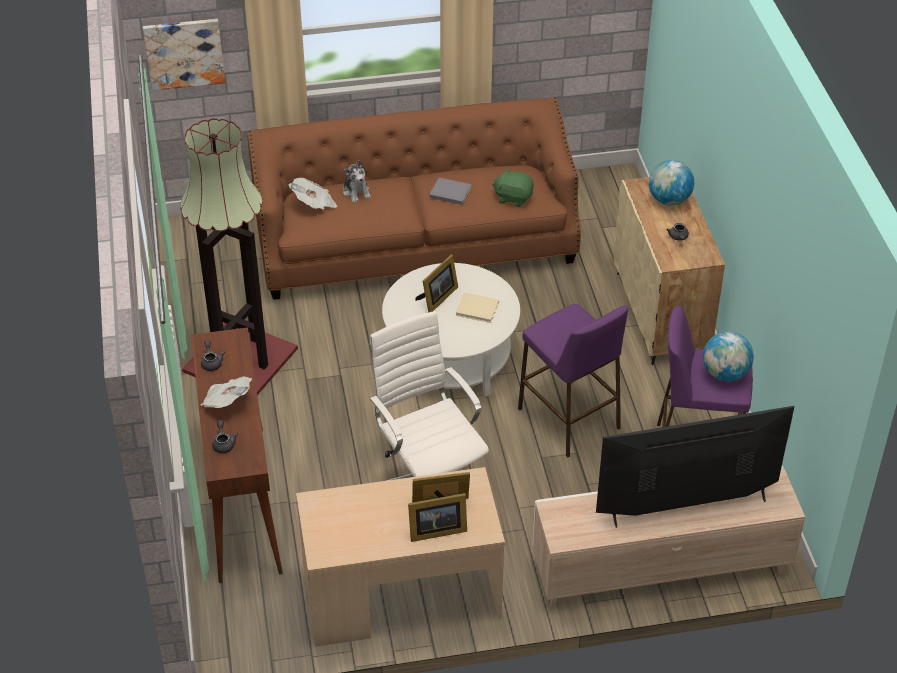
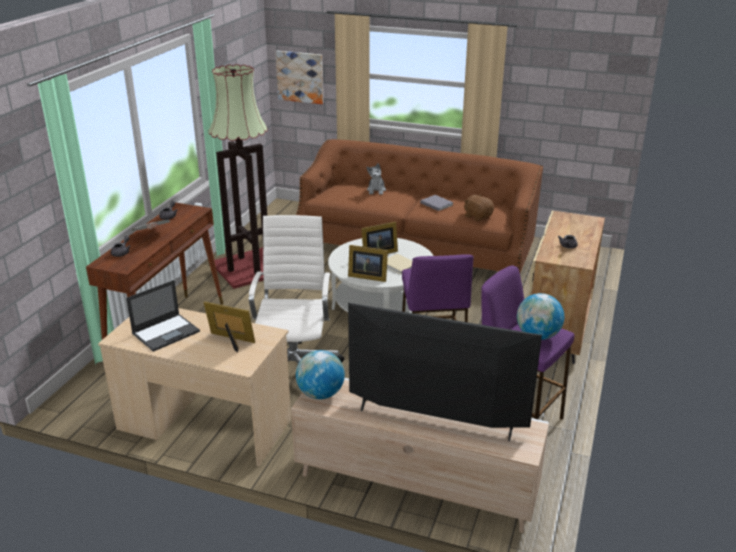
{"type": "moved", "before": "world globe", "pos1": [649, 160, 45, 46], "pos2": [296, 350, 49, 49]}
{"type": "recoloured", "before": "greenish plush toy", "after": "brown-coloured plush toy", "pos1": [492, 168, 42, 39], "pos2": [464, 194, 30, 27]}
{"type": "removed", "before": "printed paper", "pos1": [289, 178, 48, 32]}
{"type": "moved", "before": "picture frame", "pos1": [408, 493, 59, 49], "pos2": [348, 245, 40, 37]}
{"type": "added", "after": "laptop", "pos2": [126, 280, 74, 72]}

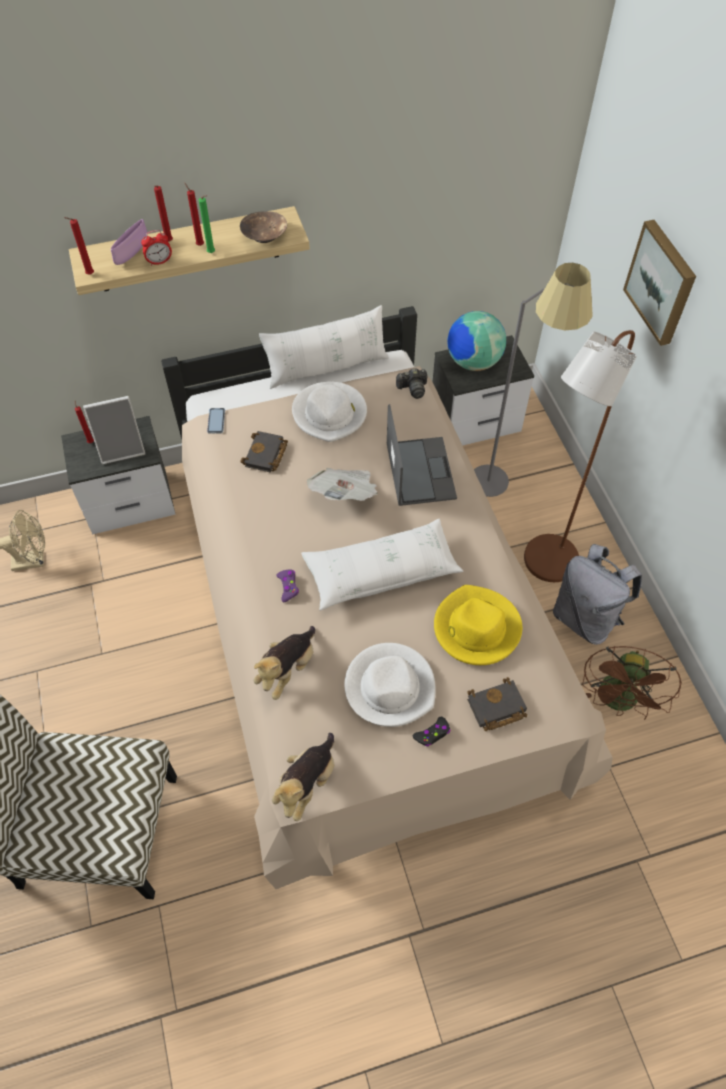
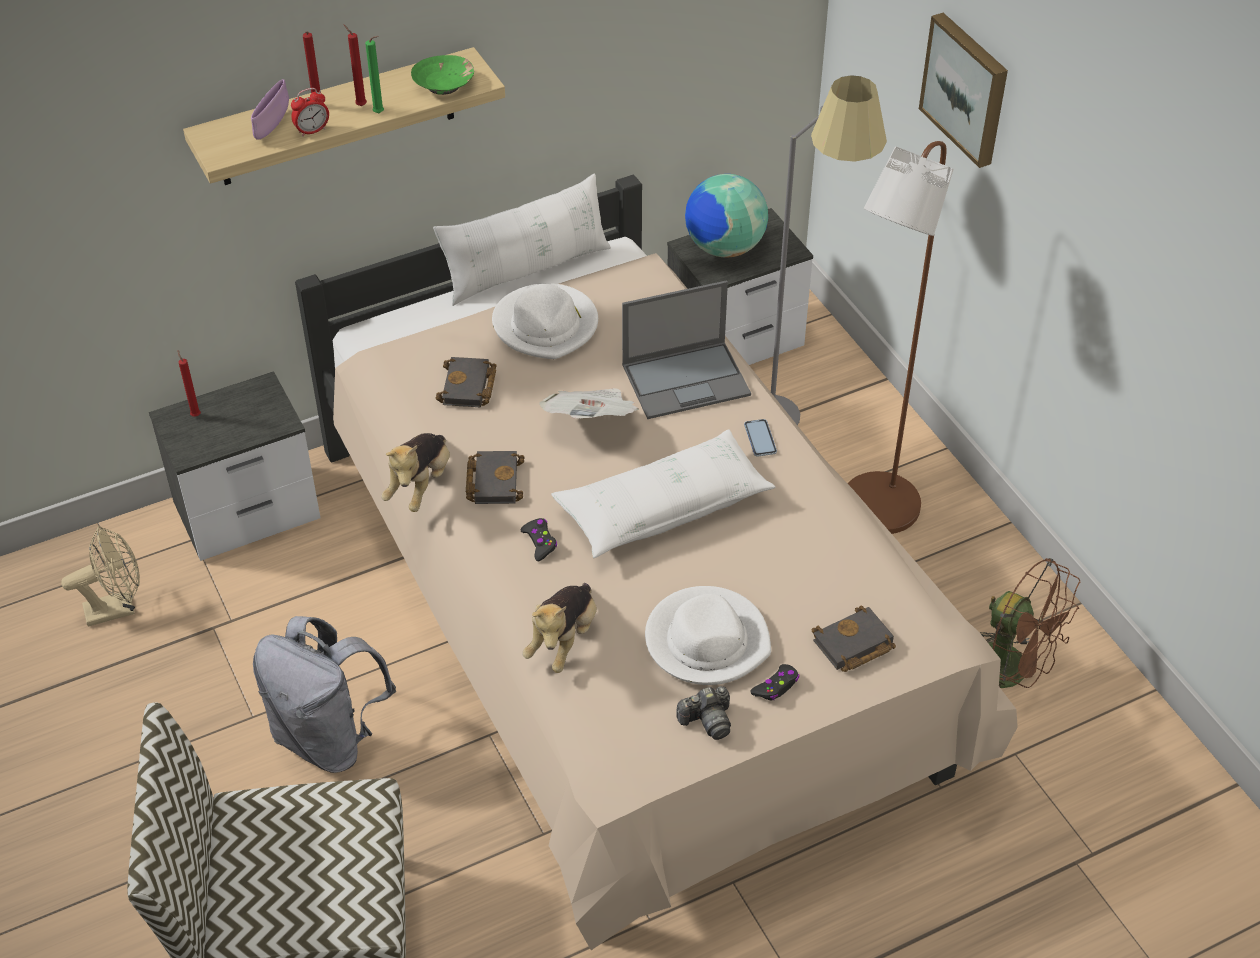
{"type": "recoloured", "before": "brown-coloured bowl", "after": "greenish bowl", "pos1": [240, 211, 47, 32], "pos2": [411, 55, 63, 40]}
{"type": "removed", "before": "reddish candle", "pos1": [64, 217, 30, 58]}
{"type": "moved", "before": "still camera", "pos1": [396, 368, 31, 31], "pos2": [676, 686, 55, 54]}
{"type": "removed", "before": "picture frame", "pos1": [83, 396, 62, 68]}
{"type": "turned", "before": "laptop", "pos1": [387, 404, 70, 102], "pos2": [622, 280, 129, 139], "turn": 90}
{"type": "moved", "before": "telephone", "pos1": [207, 408, 18, 26], "pos2": [744, 419, 33, 38]}
{"type": "moved", "before": "gray backpack", "pos1": [553, 544, 89, 101], "pos2": [253, 616, 143, 157]}
{"type": "recoloured", "before": "purplish game controller", "after": "black-coloured game controller", "pos1": [276, 569, 23, 33], "pos2": [520, 518, 37, 43]}
{"type": "removed", "before": "yellowish wearable hat", "pos1": [434, 585, 89, 80]}
{"type": "turned", "before": "brown-coloured cooling fan", "pos1": [582, 646, 99, 74], "pos2": [979, 558, 102, 130], "turn": -60}
{"type": "moved", "before": "plush toy", "pos1": [272, 733, 62, 88], "pos2": [381, 433, 69, 79]}
{"type": "added", "after": "black-coloured book", "pos2": [466, 451, 58, 53]}

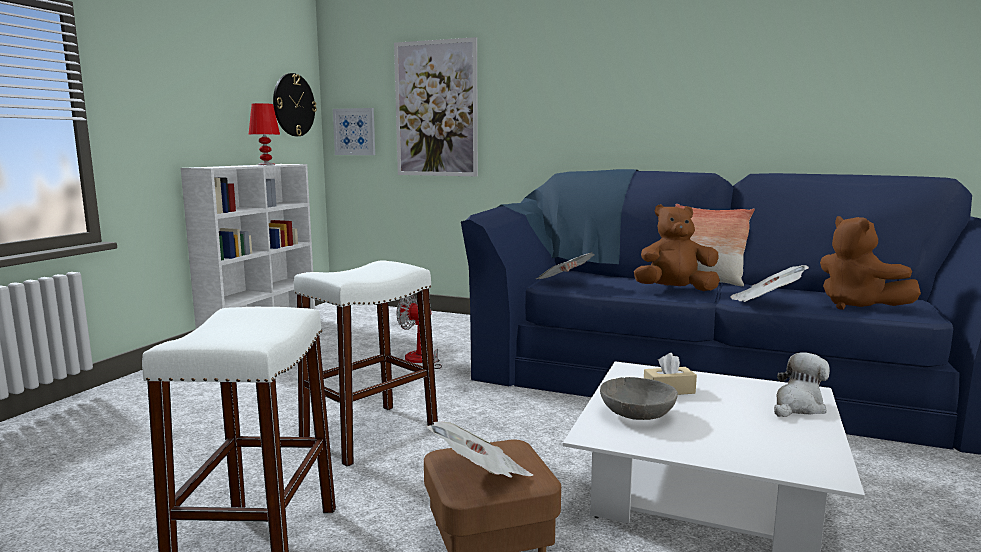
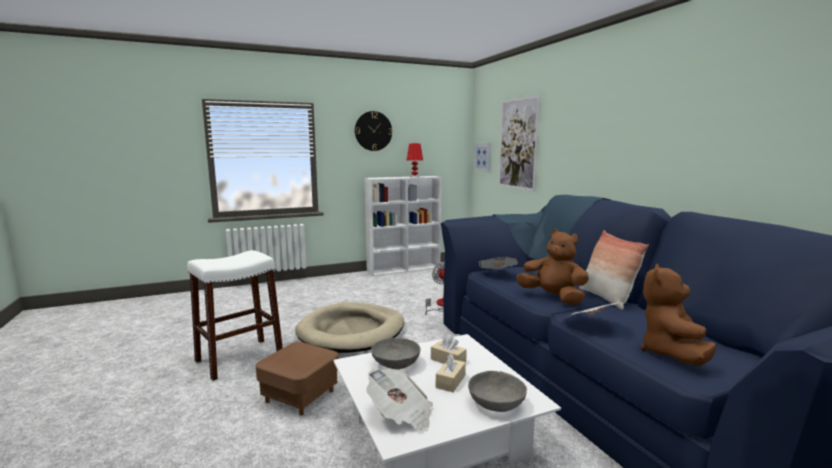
{"type": "moved", "before": "clock on the wall", "pos1": [273, 73, 44, 63], "pos2": [355, 111, 37, 40]}
{"type": "replaced", "before": "white-coloured sitting stool", "after": "sand-coloured dog cushion", "pos1": [294, 260, 144, 207], "pos2": [295, 302, 109, 51]}
{"type": "replaced", "before": "plush toy", "after": "gray bowl", "pos1": [774, 352, 56, 65], "pos2": [468, 371, 59, 41]}
{"type": "moved", "before": "printed paper", "pos1": [426, 422, 107, 56], "pos2": [366, 369, 67, 63]}
{"type": "added", "after": "sand-coloured tissue holder", "pos2": [436, 354, 30, 38]}

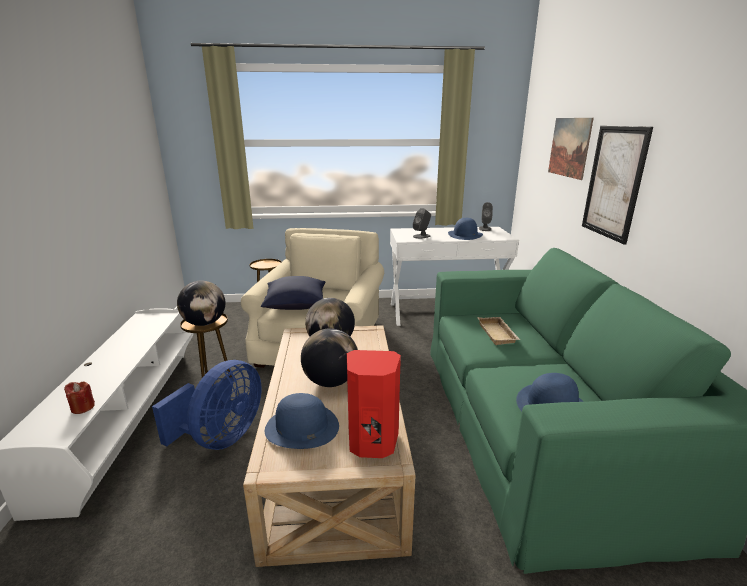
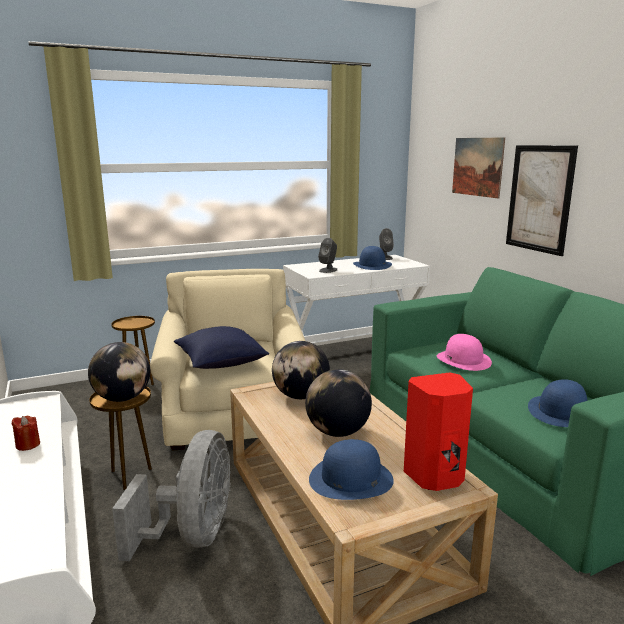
{"type": "replaced", "before": "sand-coloured serving tray", "after": "pinkish wearable hat", "pos1": [477, 317, 43, 28], "pos2": [437, 334, 55, 37]}
{"type": "recoloured", "before": "blue-coloured cooling fan", "after": "gray cooling fan", "pos1": [152, 360, 110, 90], "pos2": [112, 430, 119, 131]}
{"type": "moved", "before": "reddish candle", "pos1": [64, 381, 31, 33], "pos2": [12, 416, 28, 35]}

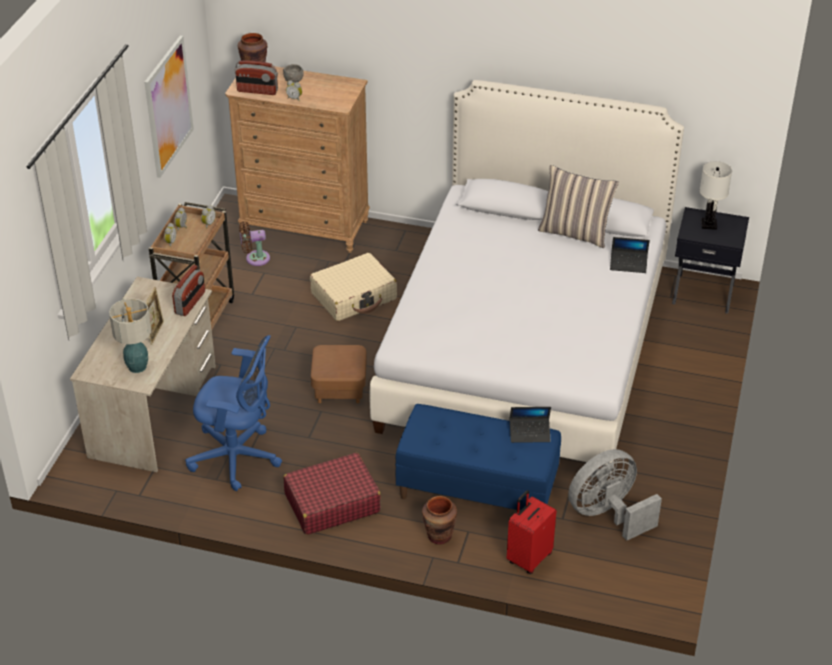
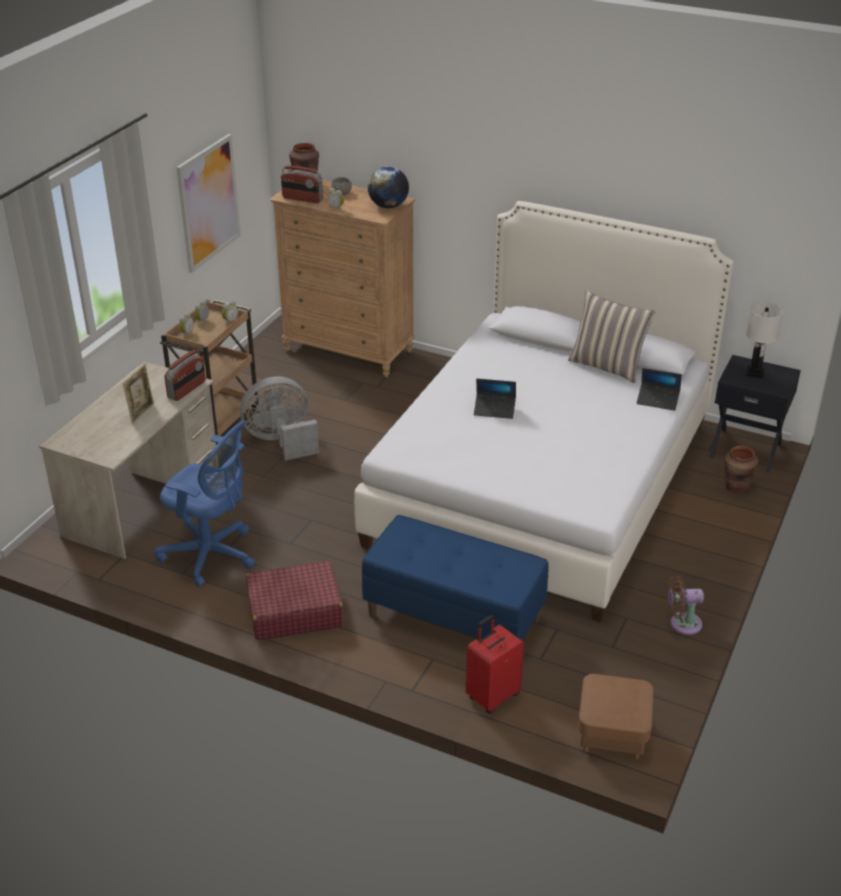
{"type": "moved", "before": "brown-coloured cooling fan", "pos1": [239, 221, 31, 45], "pos2": [667, 575, 37, 60]}
{"type": "removed", "before": "sand-coloured travel case", "pos1": [310, 253, 87, 68]}
{"type": "removed", "before": "tabletop lamp", "pos1": [109, 298, 42, 75]}
{"type": "moved", "before": "brown-coloured footrest", "pos1": [311, 345, 56, 59], "pos2": [578, 674, 76, 85]}
{"type": "moved", "before": "laptop", "pos1": [510, 407, 41, 36], "pos2": [474, 379, 42, 40]}
{"type": "moved", "before": "gray cooling fan", "pos1": [568, 449, 94, 92], "pos2": [240, 376, 79, 85]}
{"type": "moved", "before": "brown-coloured vase", "pos1": [422, 496, 35, 49], "pos2": [724, 446, 34, 48]}
{"type": "added", "after": "world globe", "pos2": [368, 166, 41, 42]}

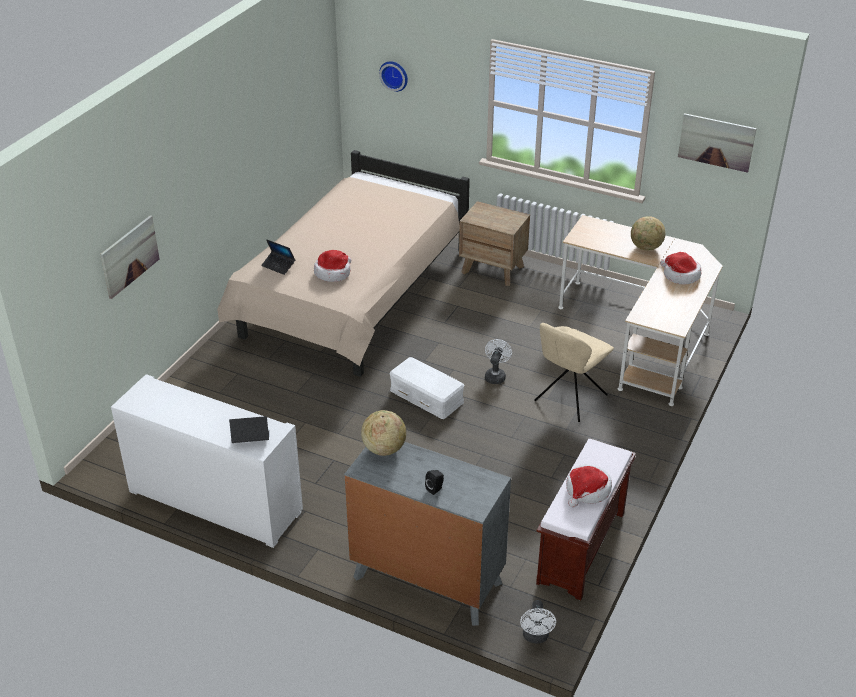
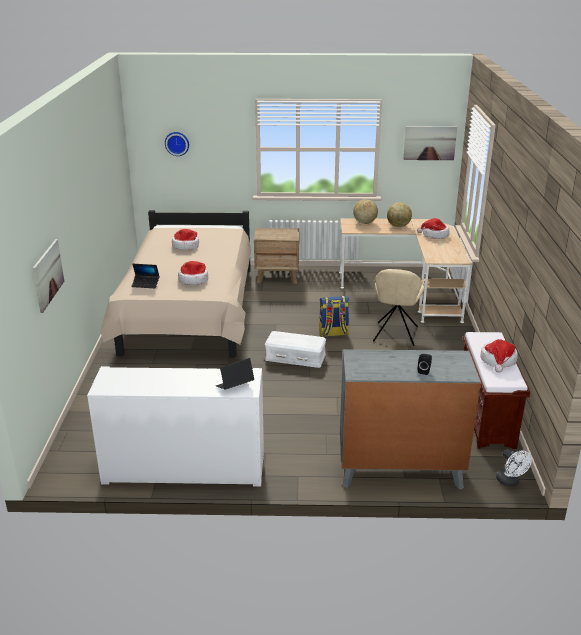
{"type": "replaced", "before": "white-coloured cooling fan", "after": "backpack", "pos1": [485, 339, 27, 45], "pos2": [319, 296, 31, 41]}
{"type": "moved", "before": "world globe", "pos1": [361, 410, 45, 46], "pos2": [353, 199, 25, 25]}
{"type": "added", "after": "wearable hat", "pos2": [172, 229, 27, 21]}

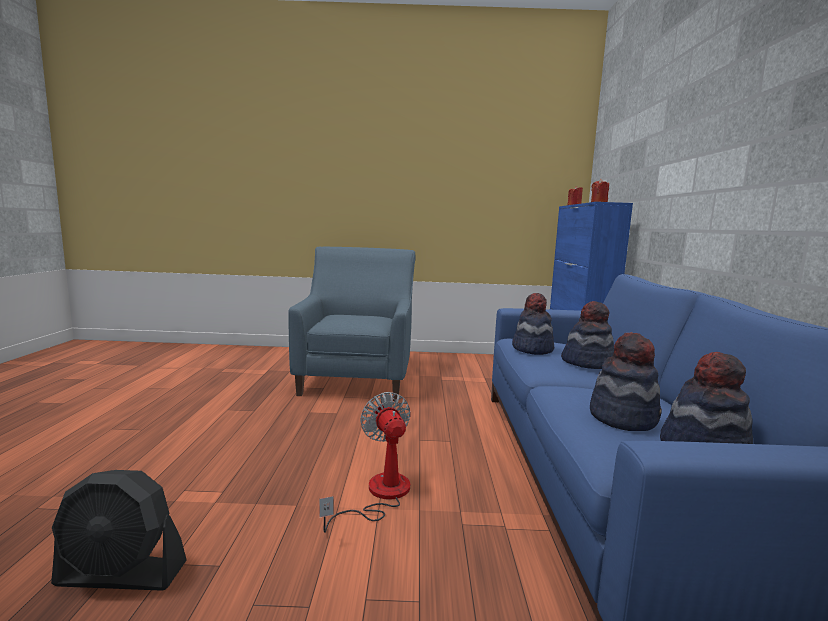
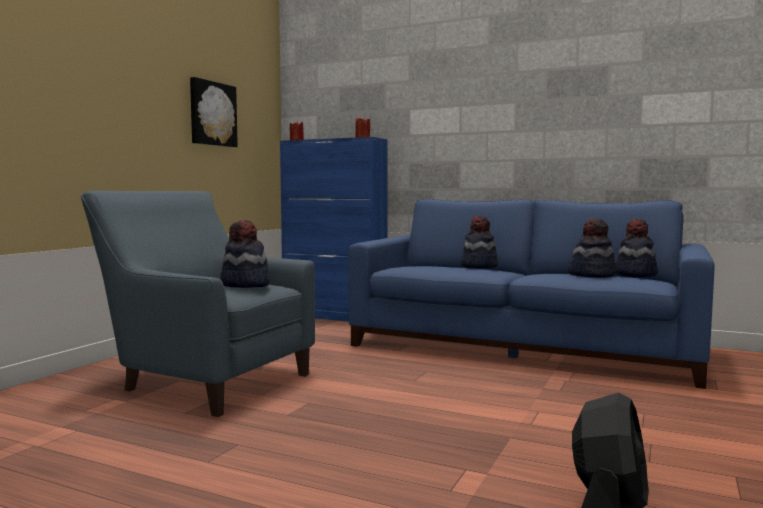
{"type": "moved", "before": "wearable hat", "pos1": [512, 293, 42, 62], "pos2": [221, 220, 49, 68]}
{"type": "removed", "before": "cooling fan", "pos1": [319, 392, 92, 141]}
{"type": "added", "after": "wall art", "pos2": [190, 77, 48, 70]}

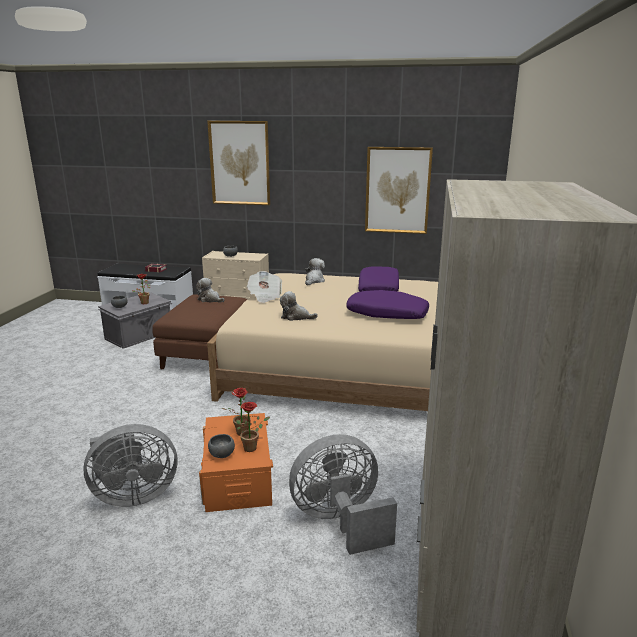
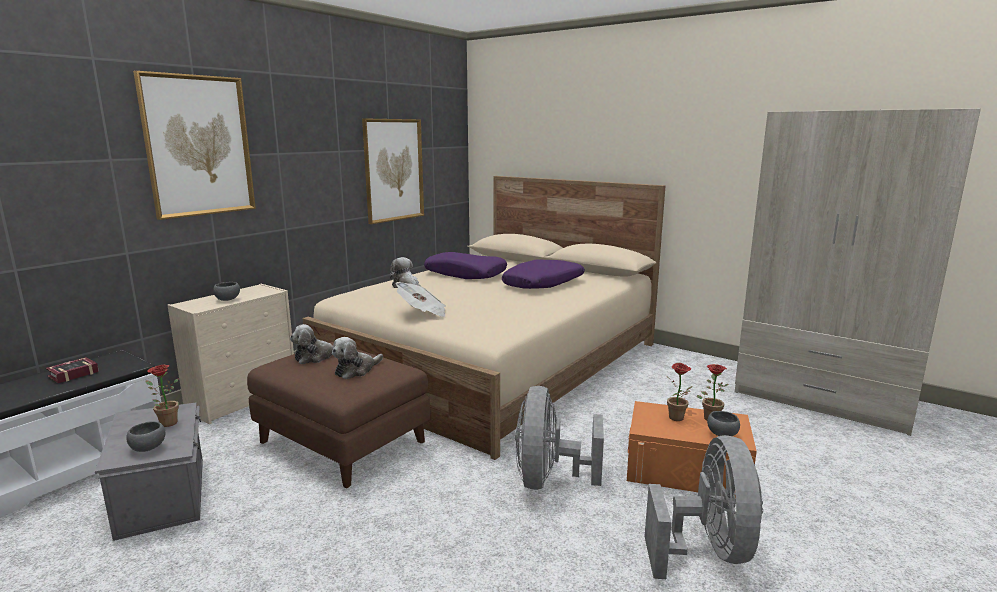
{"type": "moved", "before": "plush toy", "pos1": [280, 291, 38, 30], "pos2": [332, 337, 51, 42]}
{"type": "moved", "before": "gray cooling fan", "pos1": [289, 434, 108, 121], "pos2": [515, 386, 89, 104]}

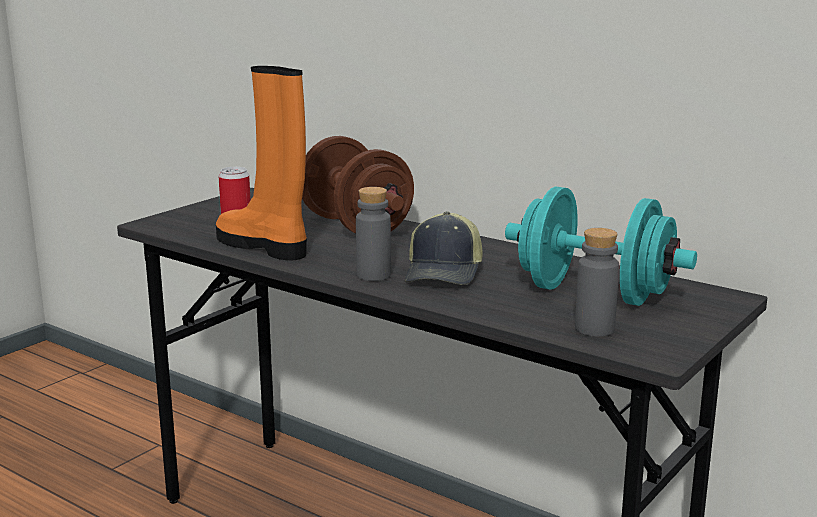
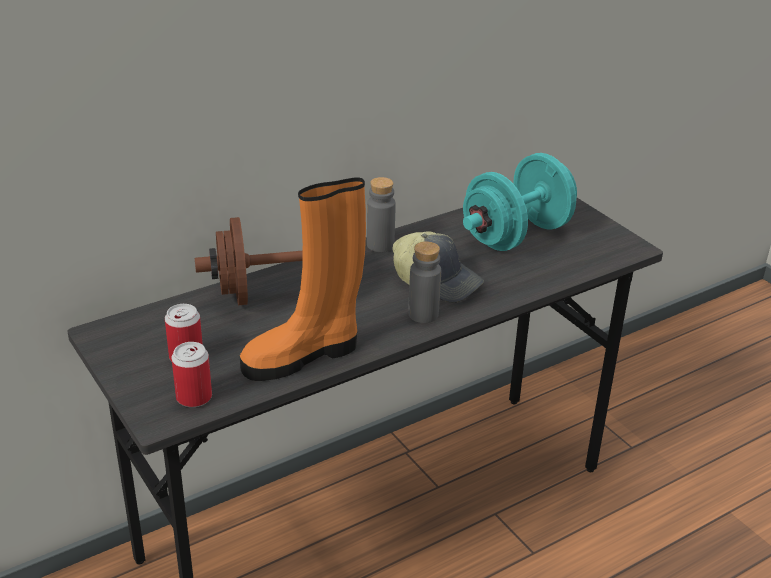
{"type": "moved", "before": "gray drink bottle", "pos1": [575, 228, 44, 109], "pos2": [367, 177, 29, 75]}
{"type": "added", "after": "can", "pos2": [172, 342, 40, 65]}

